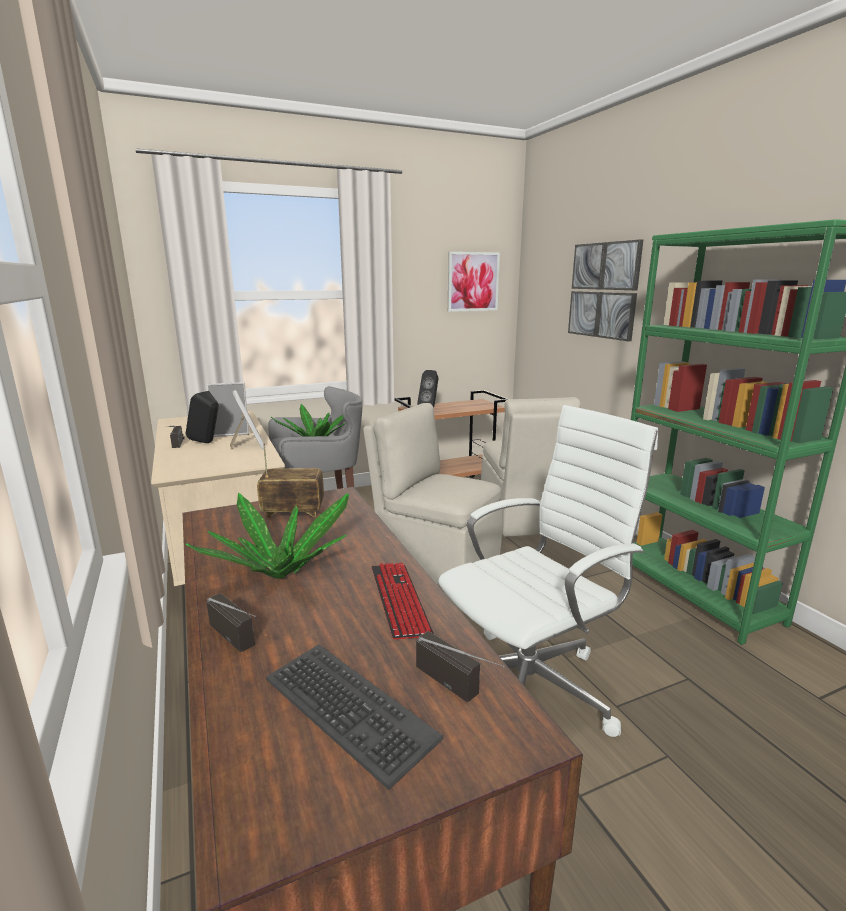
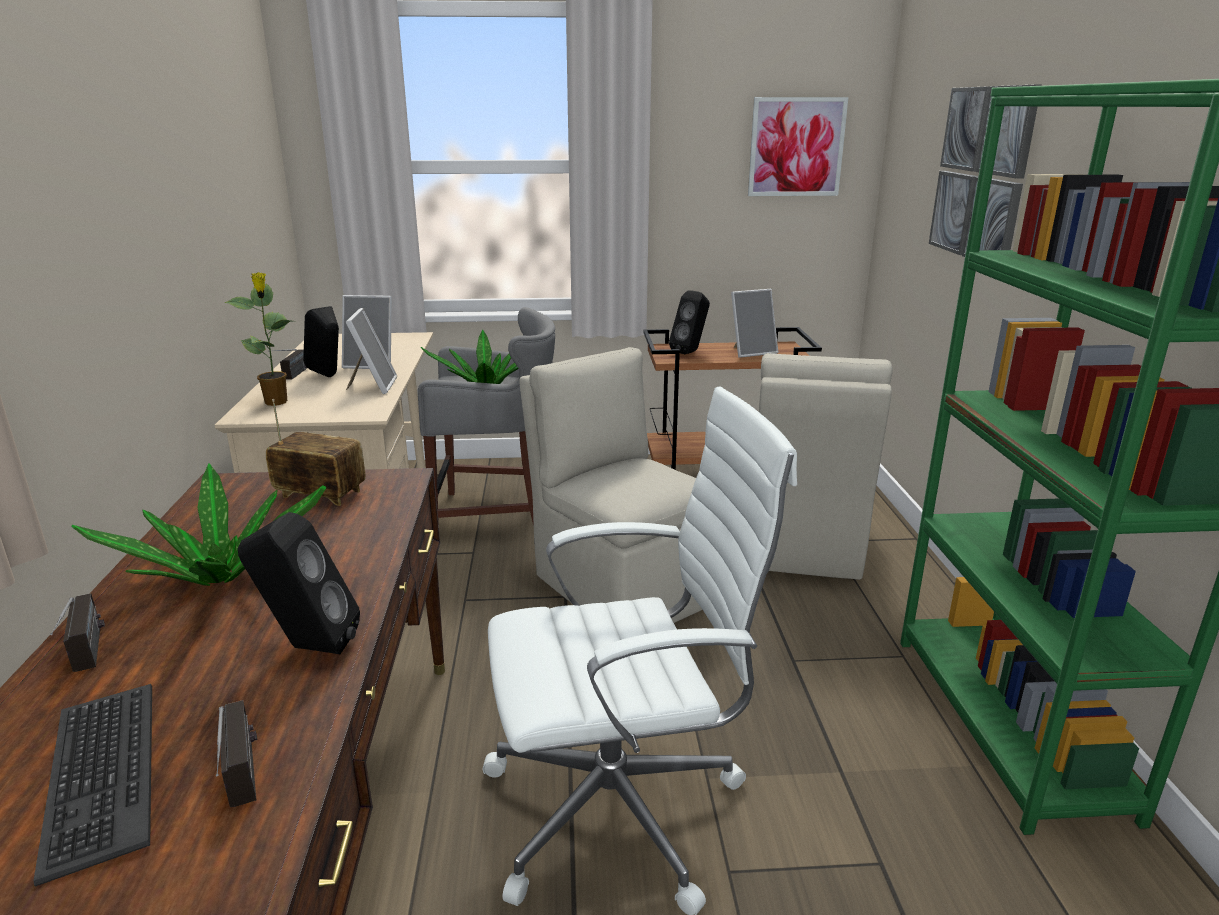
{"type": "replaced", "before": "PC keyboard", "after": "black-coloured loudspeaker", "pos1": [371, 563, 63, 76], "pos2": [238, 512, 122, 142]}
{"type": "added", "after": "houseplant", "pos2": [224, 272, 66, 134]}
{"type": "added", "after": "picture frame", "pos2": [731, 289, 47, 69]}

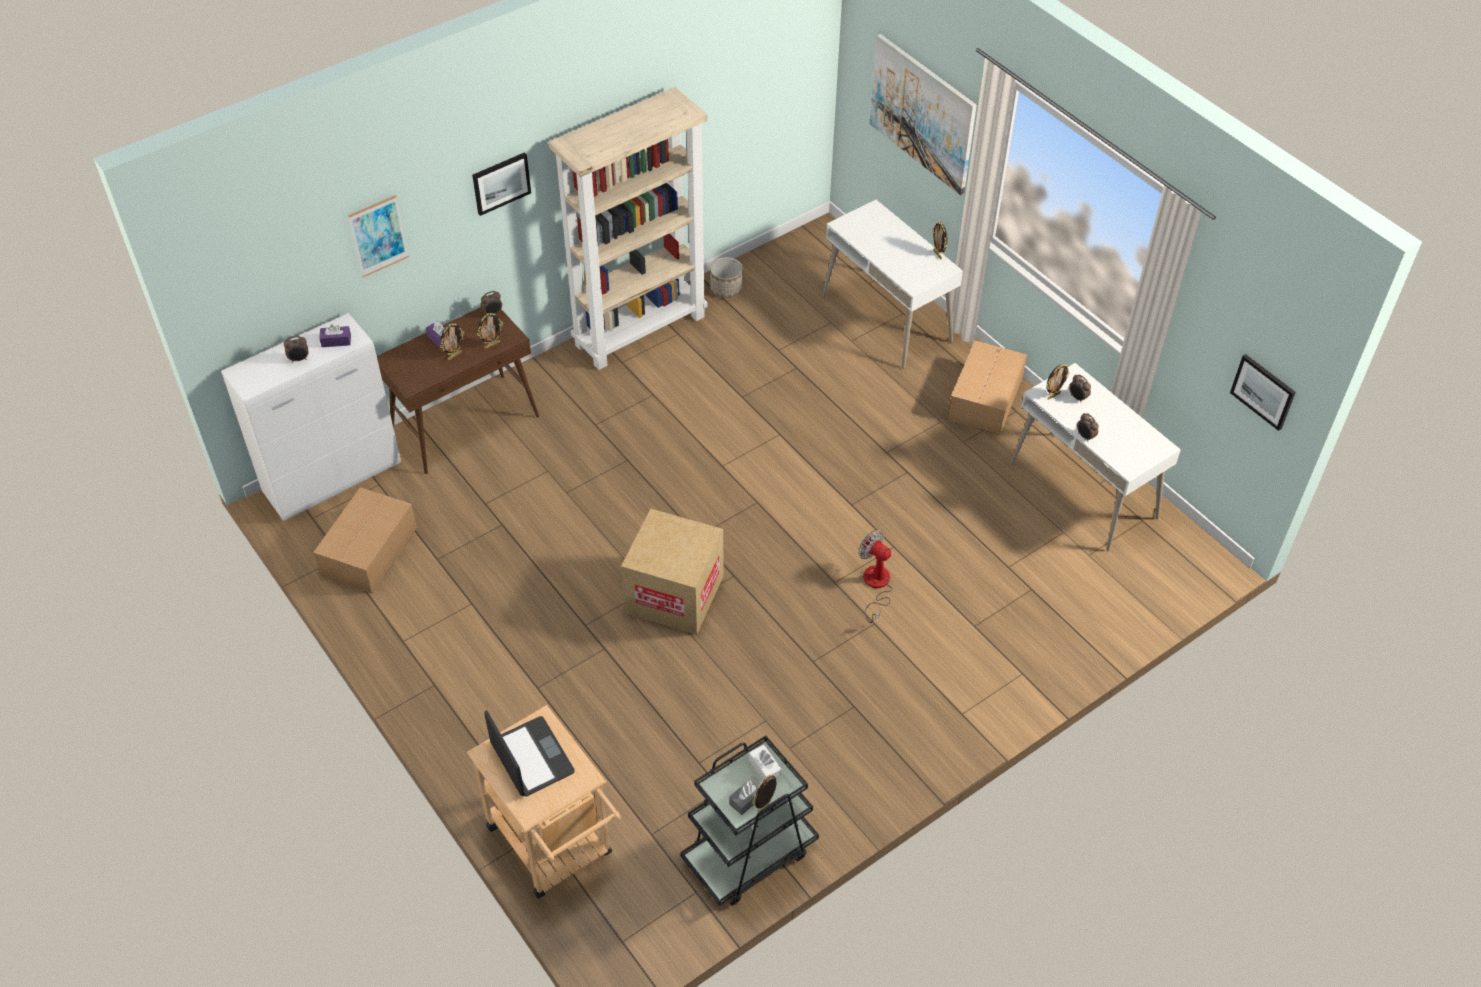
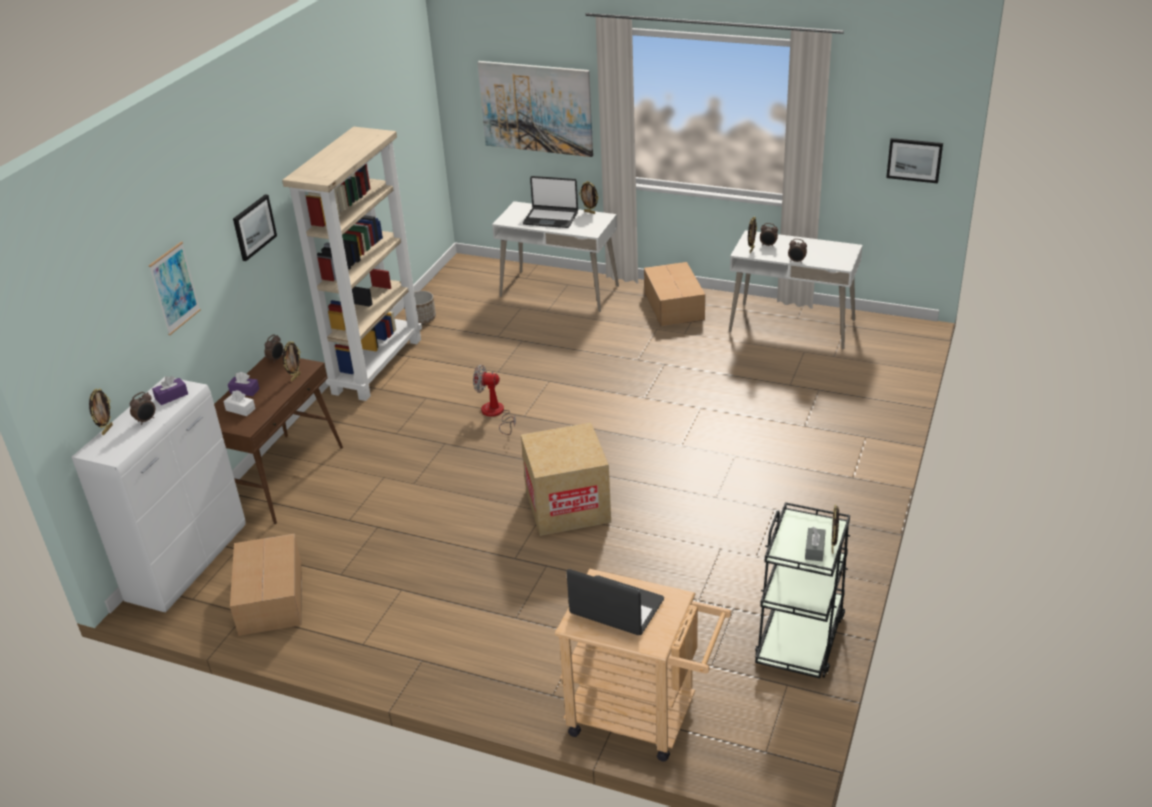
{"type": "moved", "before": "picture frame", "pos1": [440, 323, 24, 37], "pos2": [89, 388, 24, 47]}
{"type": "moved", "before": "cooling fan", "pos1": [859, 530, 33, 93], "pos2": [473, 364, 43, 71]}
{"type": "moved", "before": "white-coloured tissue holder", "pos1": [749, 745, 32, 34], "pos2": [223, 390, 33, 26]}
{"type": "added", "after": "laptop", "pos2": [523, 176, 55, 52]}

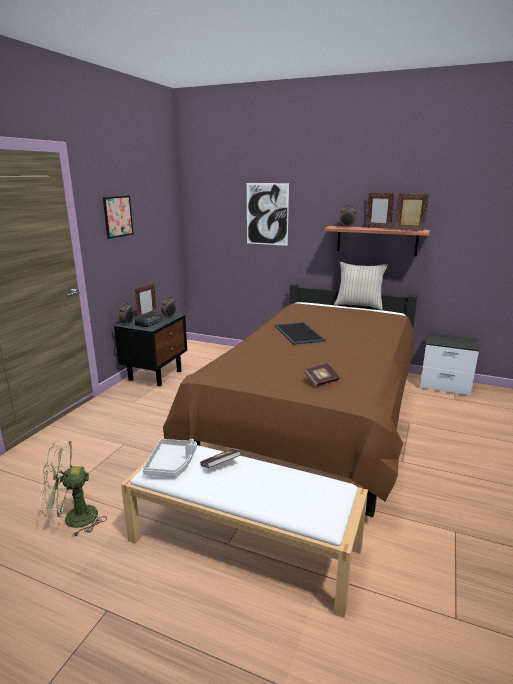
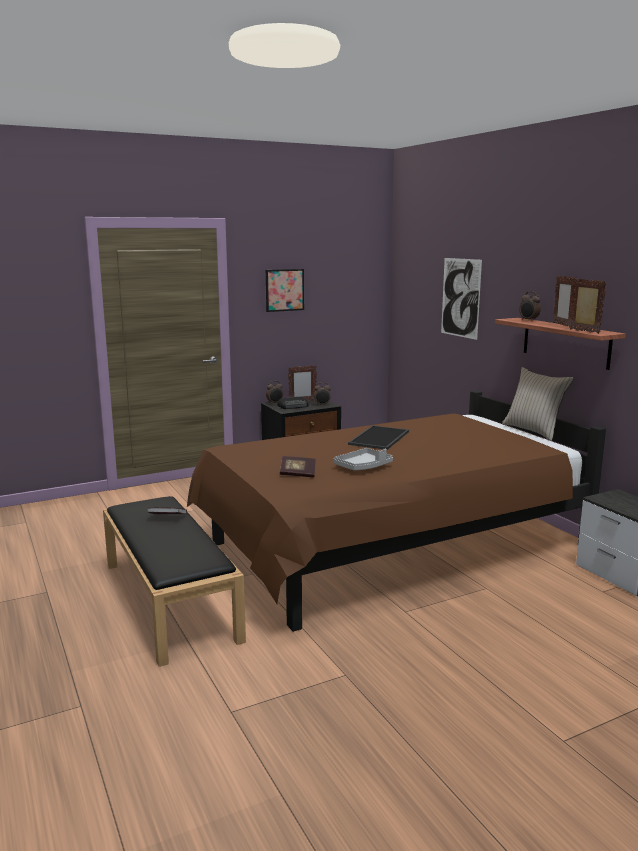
{"type": "moved", "before": "gray serving tray", "pos1": [143, 439, 54, 38], "pos2": [333, 448, 60, 22]}
{"type": "removed", "before": "greenish cooling fan", "pos1": [40, 440, 67, 98]}
{"type": "recoloured", "before": "white-coloured indoor bench", "after": "black-coloured indoor bench", "pos1": [121, 445, 247, 173], "pos2": [103, 496, 143, 171]}

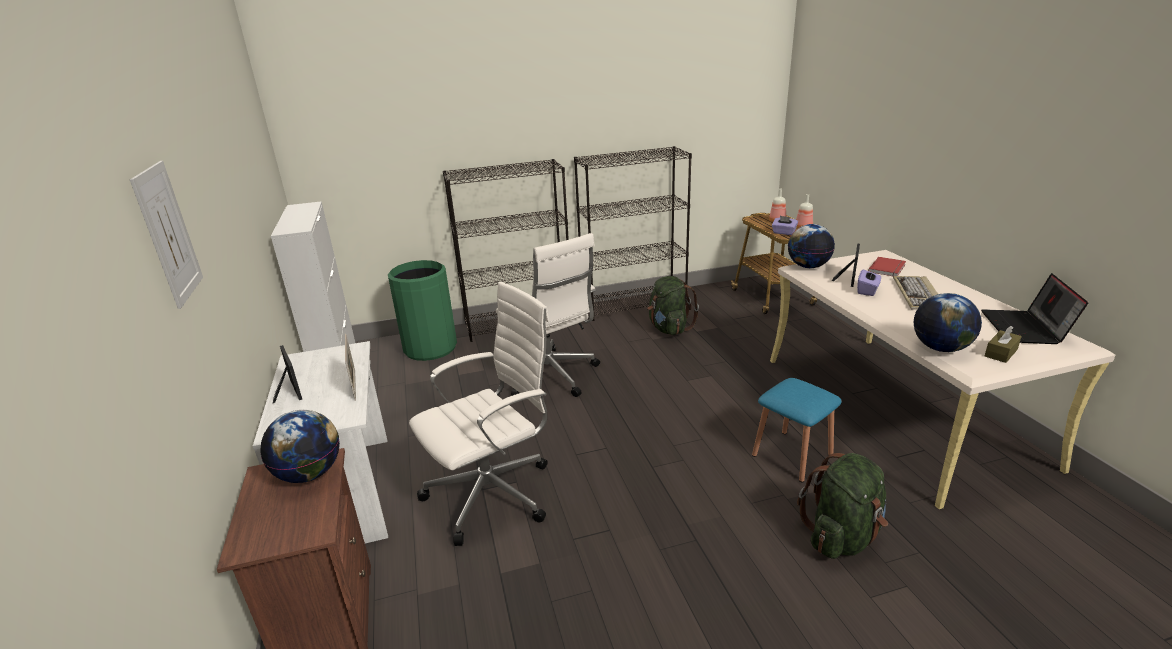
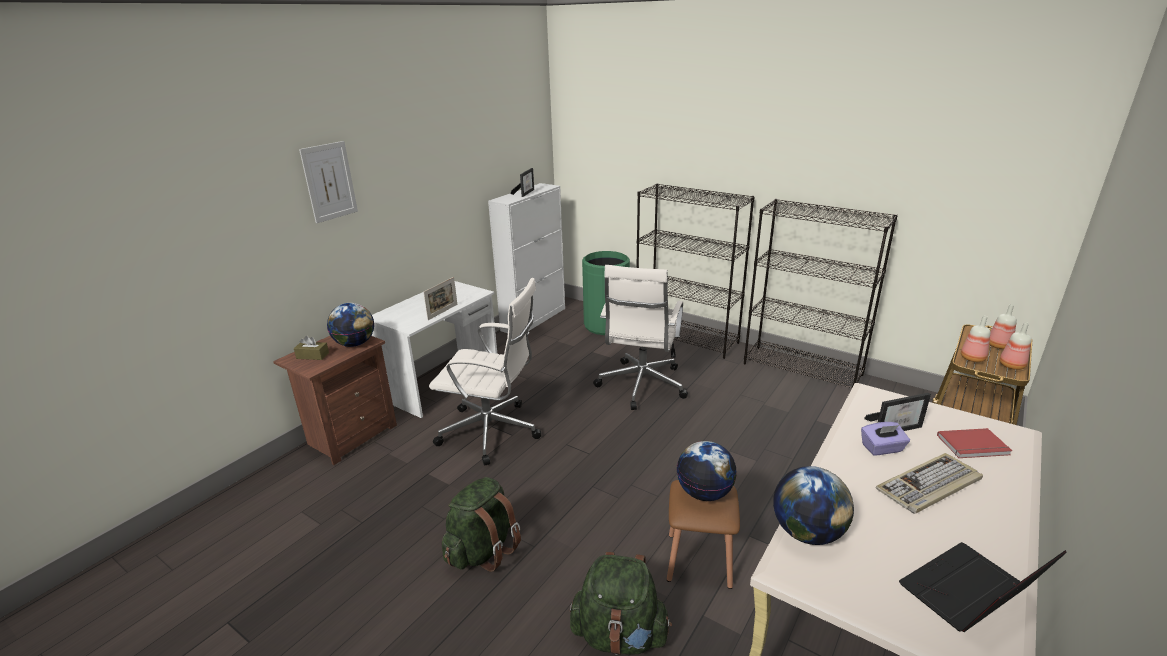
{"type": "replaced", "before": "purplish tissue holder", "after": "drink bottle", "pos1": [772, 216, 26, 19], "pos2": [961, 316, 29, 46]}
{"type": "moved", "before": "world globe", "pos1": [788, 224, 47, 44], "pos2": [677, 441, 60, 60]}
{"type": "moved", "before": "greenish backpack", "pos1": [647, 276, 52, 59], "pos2": [442, 477, 79, 95]}
{"type": "moved", "before": "brown-coloured tissue holder", "pos1": [985, 326, 37, 37], "pos2": [294, 336, 35, 24]}
{"type": "moved", "before": "picture frame", "pos1": [273, 345, 29, 58], "pos2": [510, 168, 24, 29]}
{"type": "recoloured", "before": "blue-coloured sitting stool", "after": "brown-coloured sitting stool", "pos1": [752, 378, 90, 105], "pos2": [667, 480, 73, 109]}

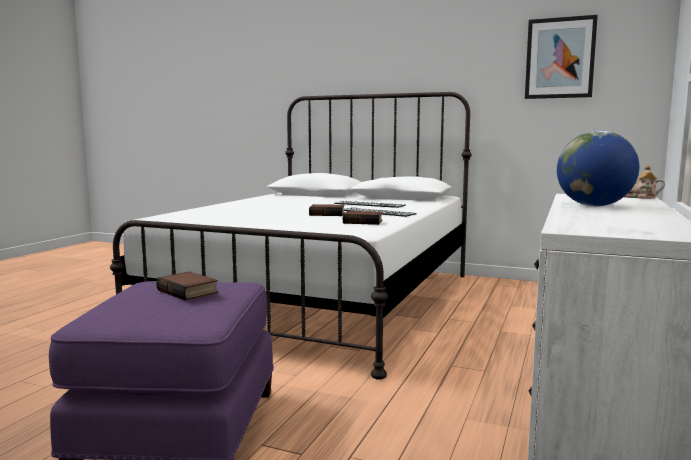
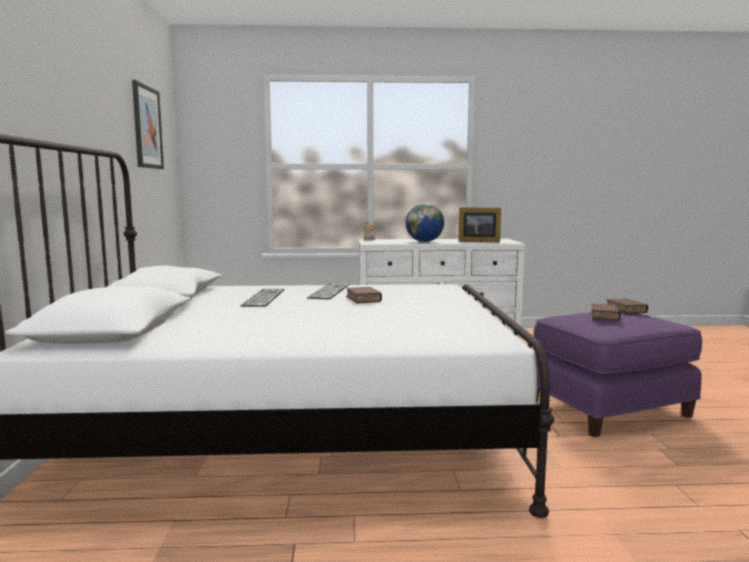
{"type": "moved", "before": "book", "pos1": [343, 211, 40, 14], "pos2": [607, 298, 41, 16]}
{"type": "added", "after": "picture frame", "pos2": [458, 208, 43, 34]}

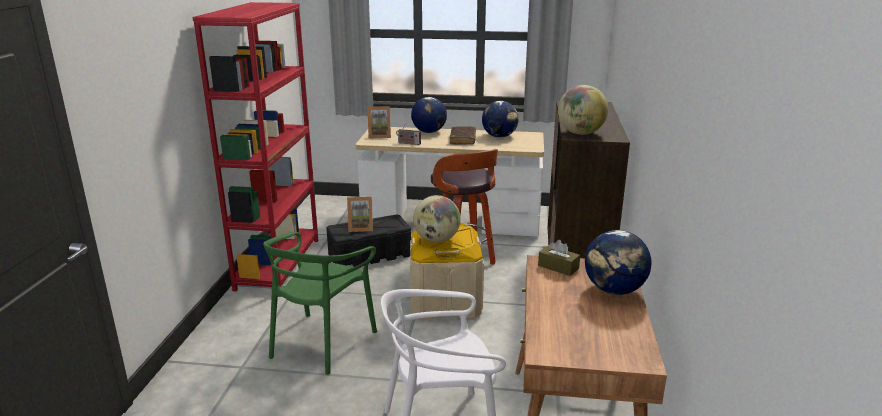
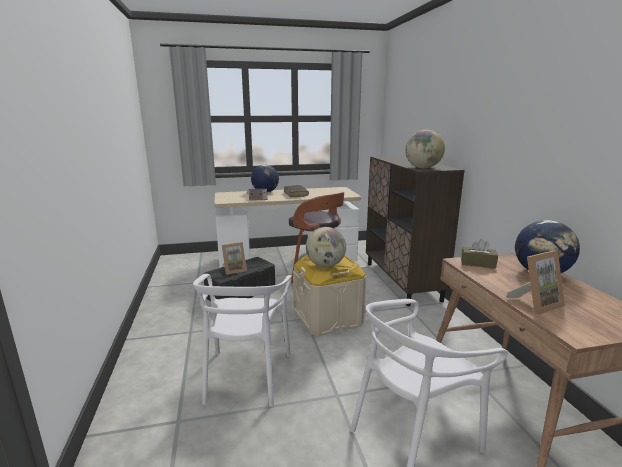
{"type": "removed", "before": "reddish bookcase", "pos1": [193, 2, 125, 289]}
{"type": "removed", "before": "world globe", "pos1": [482, 101, 37, 37]}
{"type": "moved", "before": "picture frame", "pos1": [367, 106, 24, 32], "pos2": [507, 250, 58, 65]}
{"type": "recoloured", "before": "greenish chair", "after": "white-coloured chair", "pos1": [263, 231, 114, 144], "pos2": [193, 274, 99, 133]}

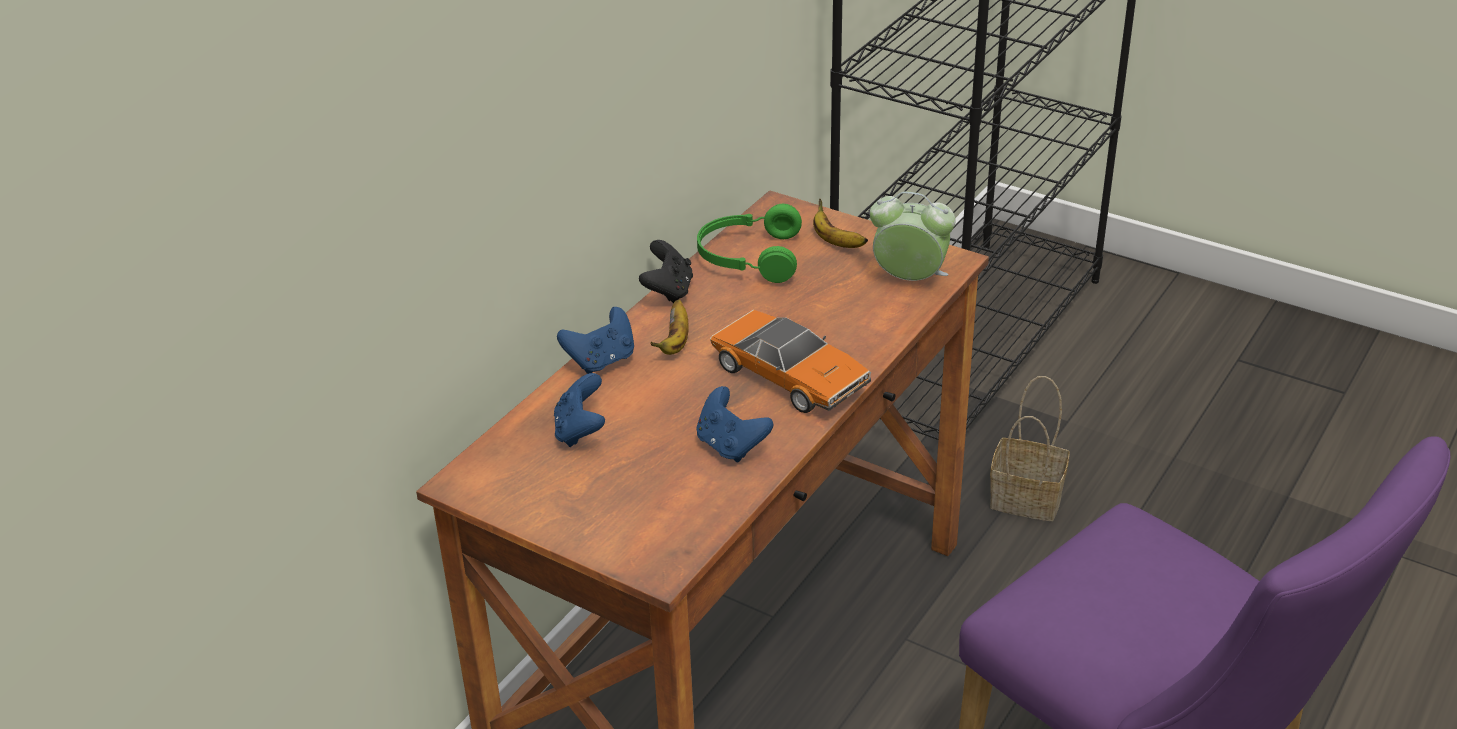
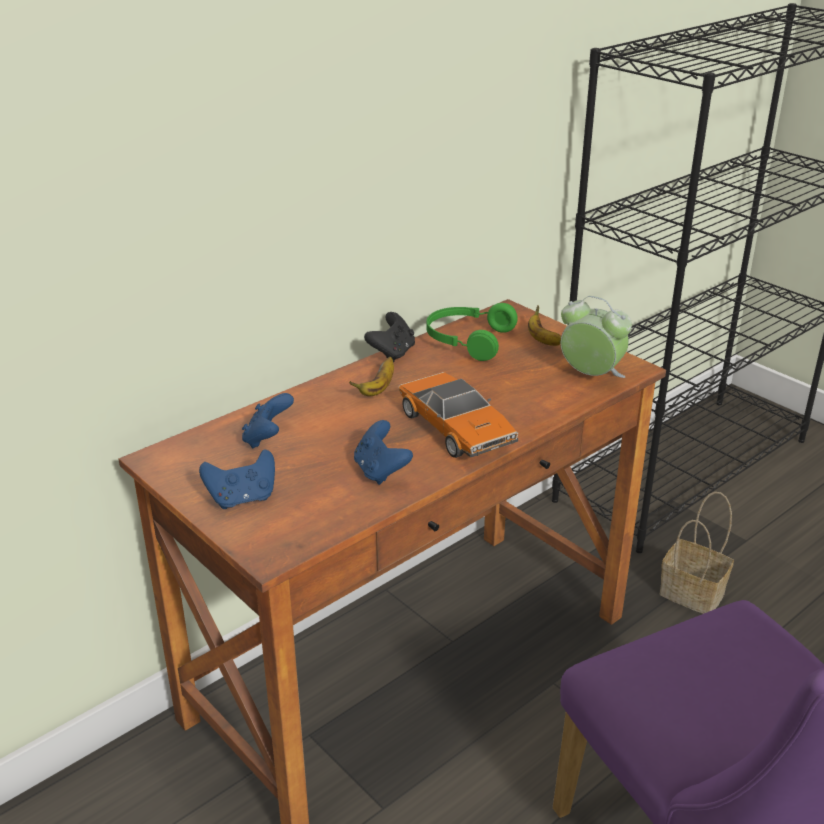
{"type": "moved", "before": "blue-coloured game controller", "pos1": [557, 307, 77, 67], "pos2": [199, 450, 76, 59]}

